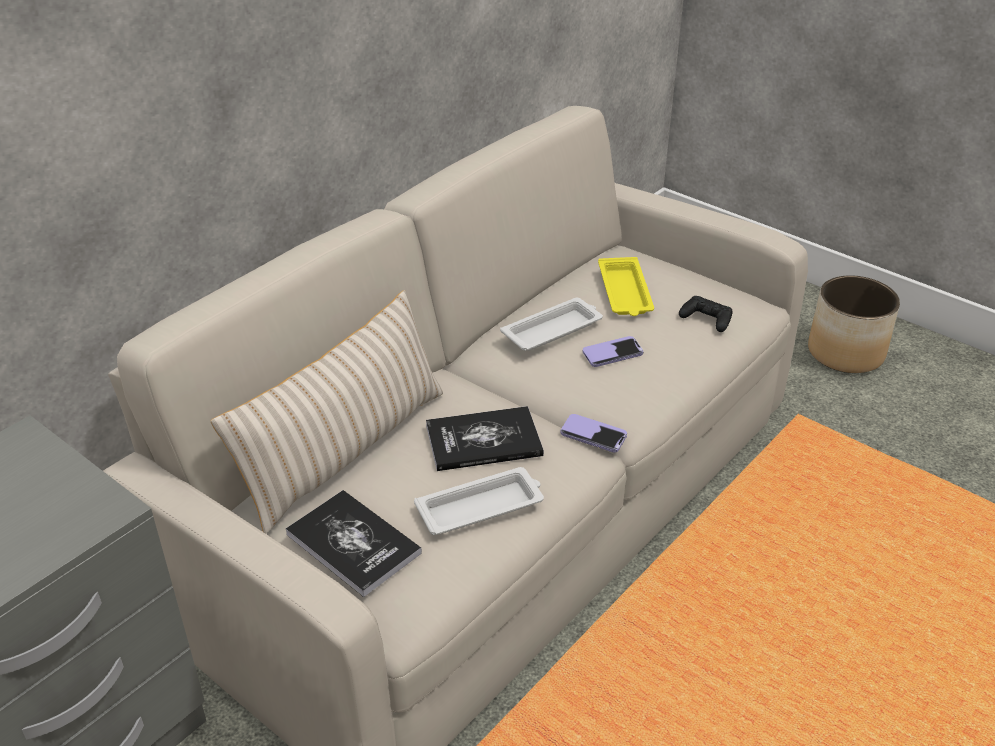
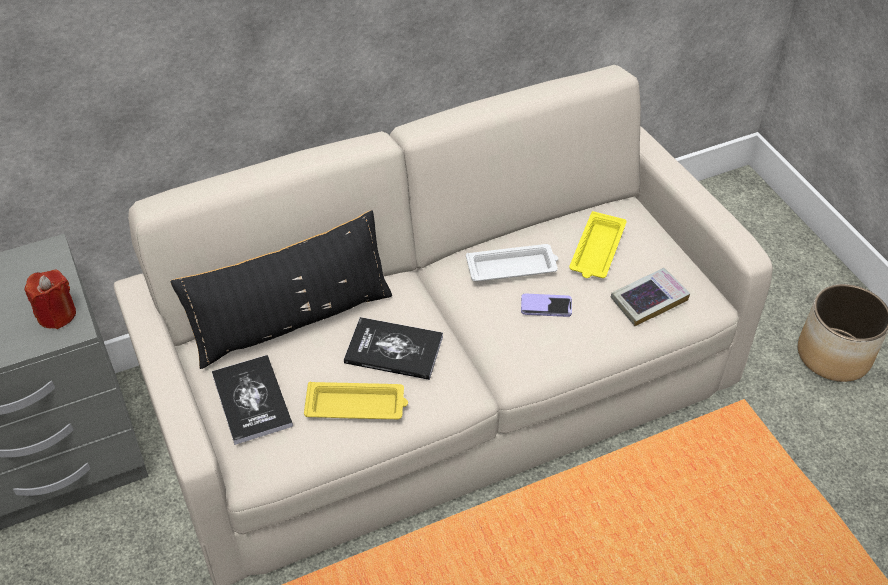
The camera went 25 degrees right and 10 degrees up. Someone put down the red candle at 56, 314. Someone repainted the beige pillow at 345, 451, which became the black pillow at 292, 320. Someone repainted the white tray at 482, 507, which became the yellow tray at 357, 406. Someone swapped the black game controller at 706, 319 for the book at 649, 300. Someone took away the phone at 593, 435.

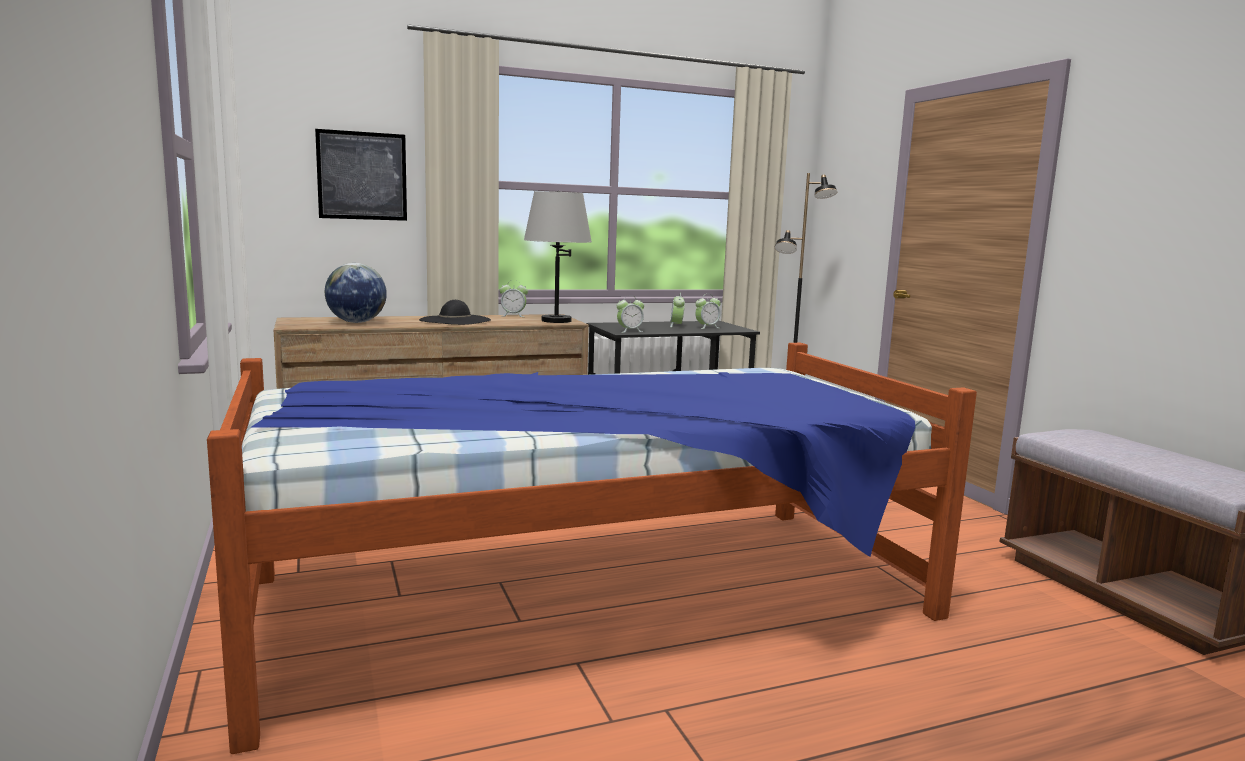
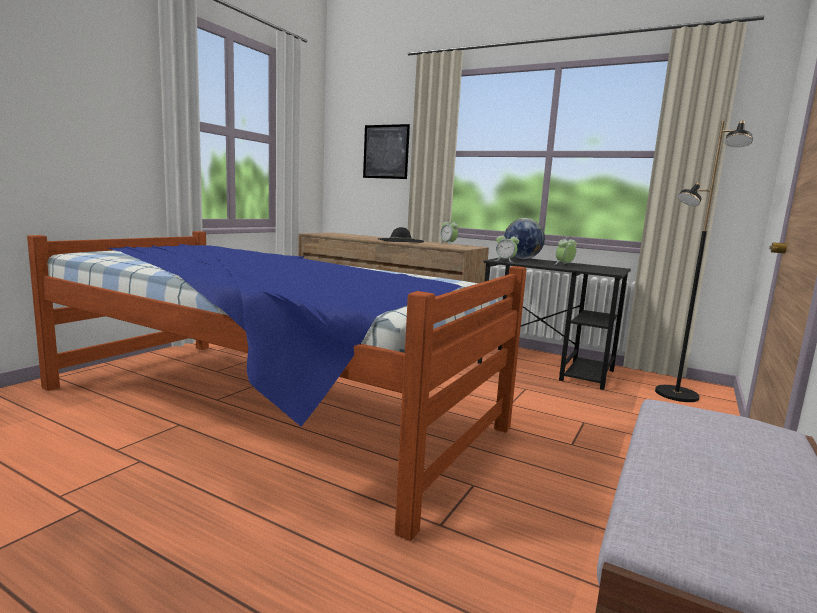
The camera went 50 degrees right and 0 degrees up. Someone carried the globe from 356, 322 to 521, 258. Someone took away the grey table lamp at 556, 321. Someone took away the alarm clock at 707, 327.

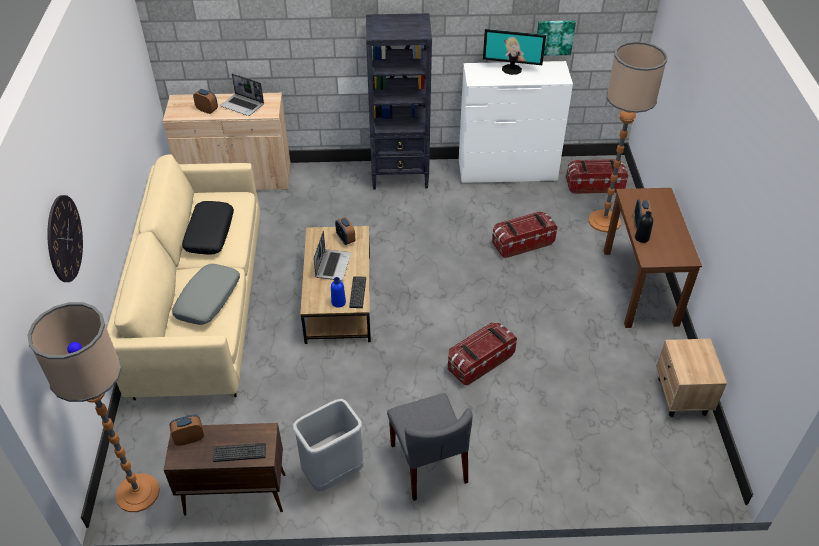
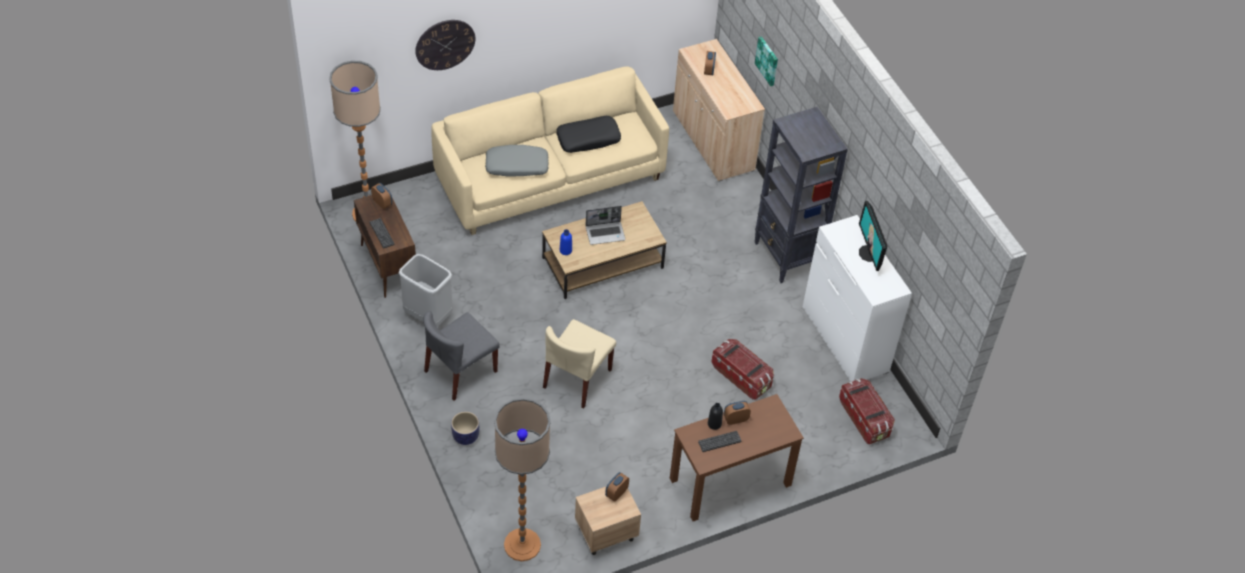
The camera went 65 degrees right and 5 degrees up. Someone put down the planter at 465, 436. Someone carried the floor lamp from 604, 221 to 522, 545. Someone swapped the storage box at 480, 362 for the beige chair at 577, 379. Someone carried the alarm clock from 345, 239 to 616, 493. Someone carried the keyboard from 357, 292 to 719, 441. Someone carried the picture from 554, 37 to 767, 60. Someone took away the laptop at 243, 105.

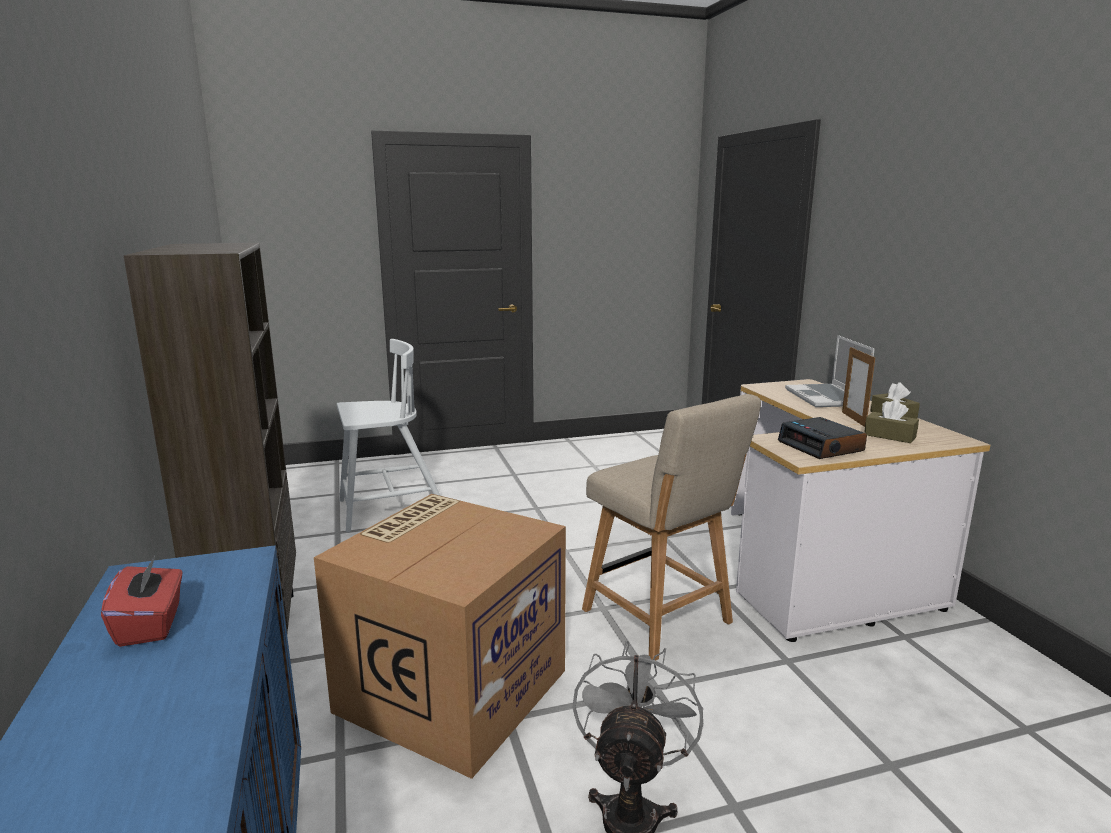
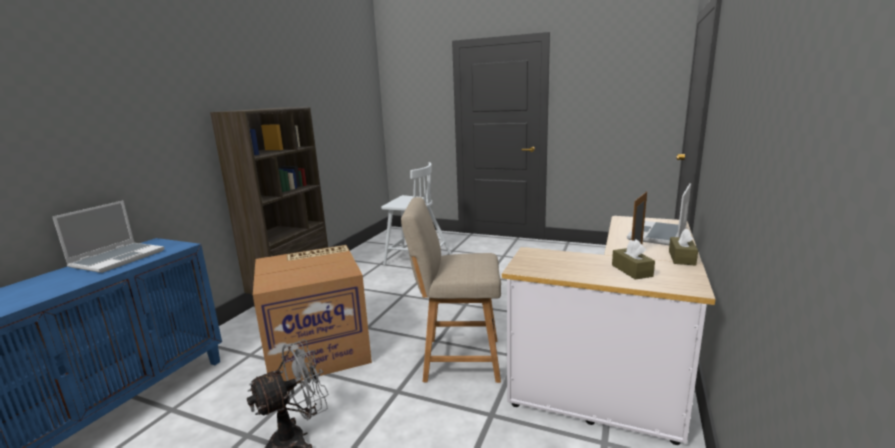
The camera went 40 degrees right and 0 degrees up. Someone swapped the red tissue box at 151, 624 for the laptop at 118, 258. Someone rotated the beige chair at 661, 619 by 90 degrees clockwise. Someone took away the alarm clock at 821, 446.

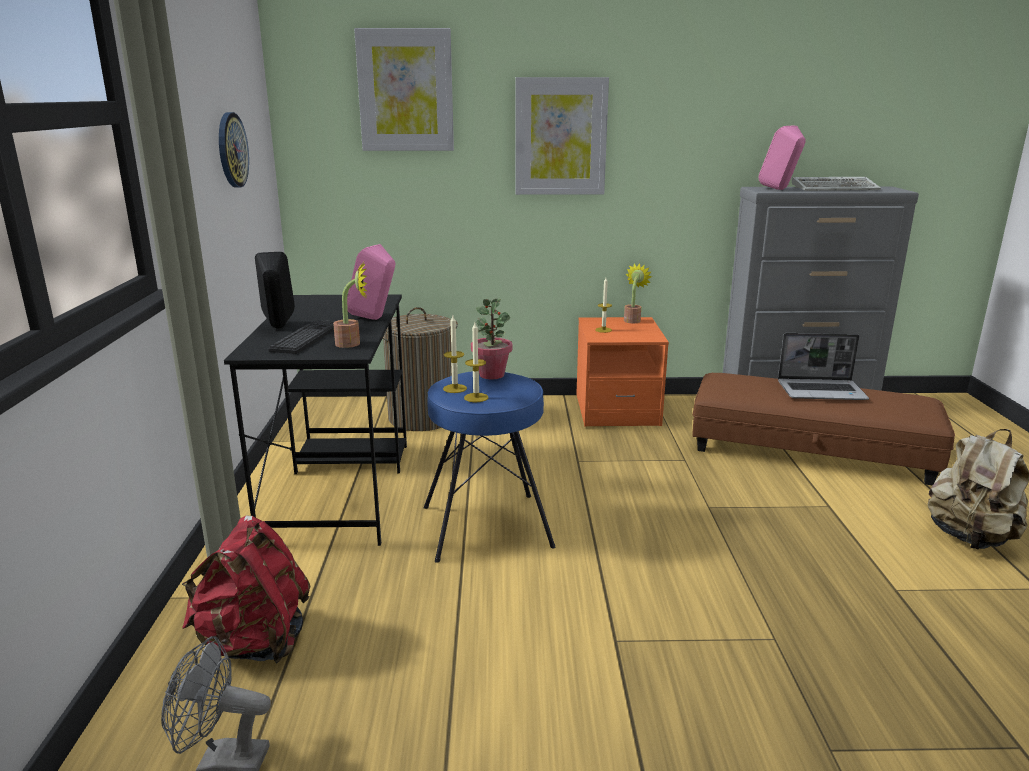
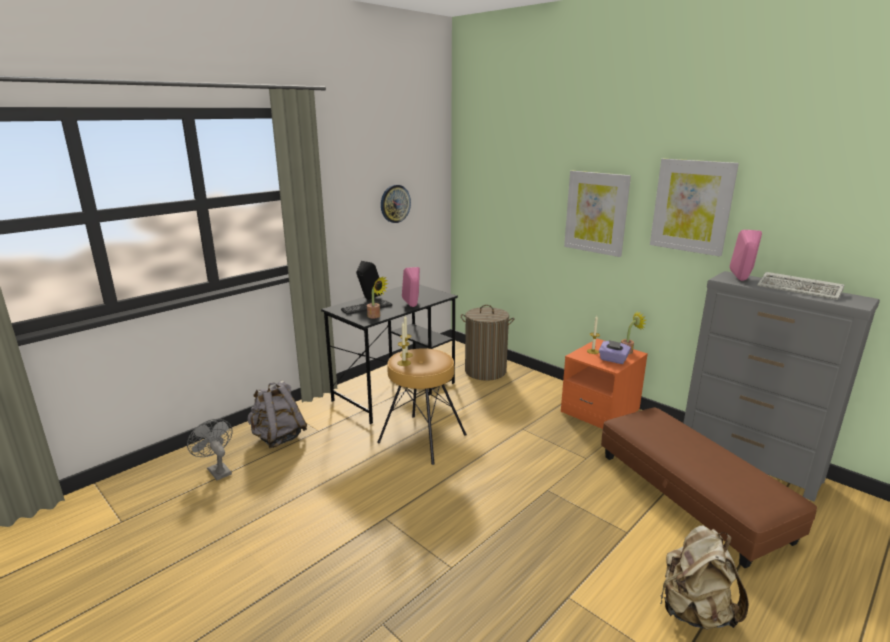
The camera went 45 degrees right and 0 degrees up. Someone repainted the red backpack at 255, 643, which became the grey backpack at 278, 438. Someone repainted the blue stool at 487, 527, which became the brown stool at 422, 439. Someone put down the purple tissue box at 613, 360. Someone carried the picture from 405, 91 to 692, 206. Someone took away the potted plant at 492, 375. Someone took away the laptop at 822, 391.

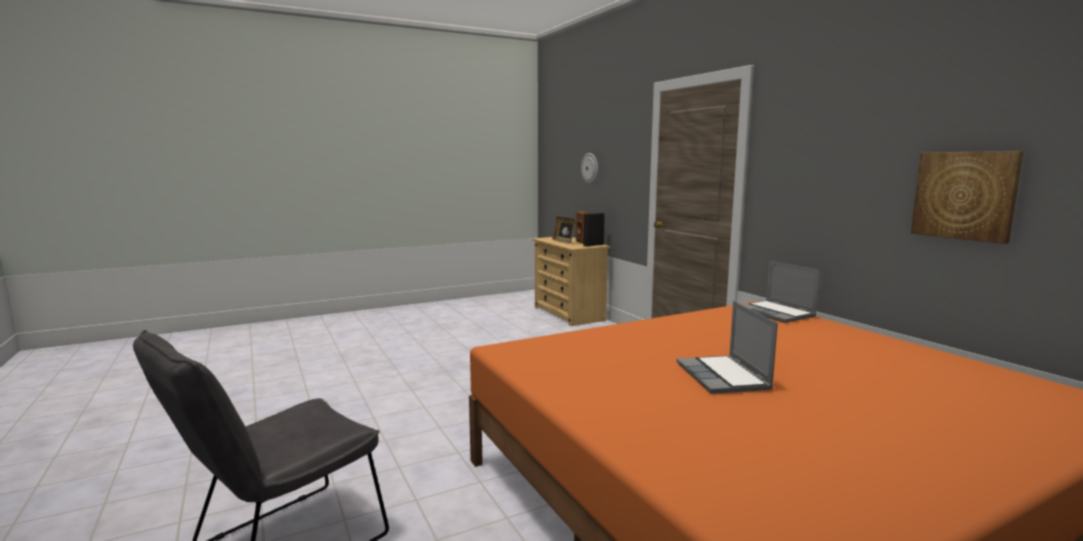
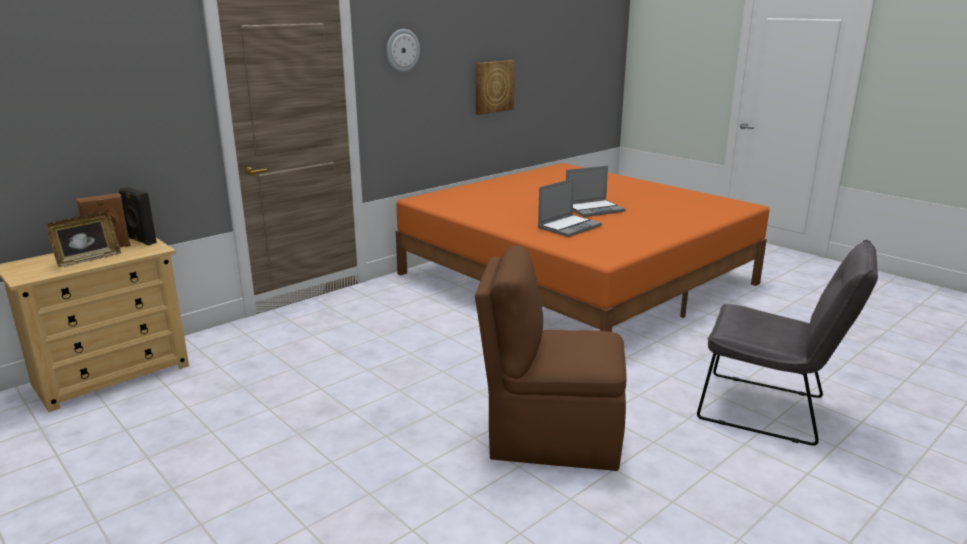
The camera went 105 degrees left and 10 degrees up. Someone carried the wall clock from 590, 168 to 402, 50. Someone put down the brown chair at 551, 437. Someone carried the laptop from 777, 313 to 569, 227.

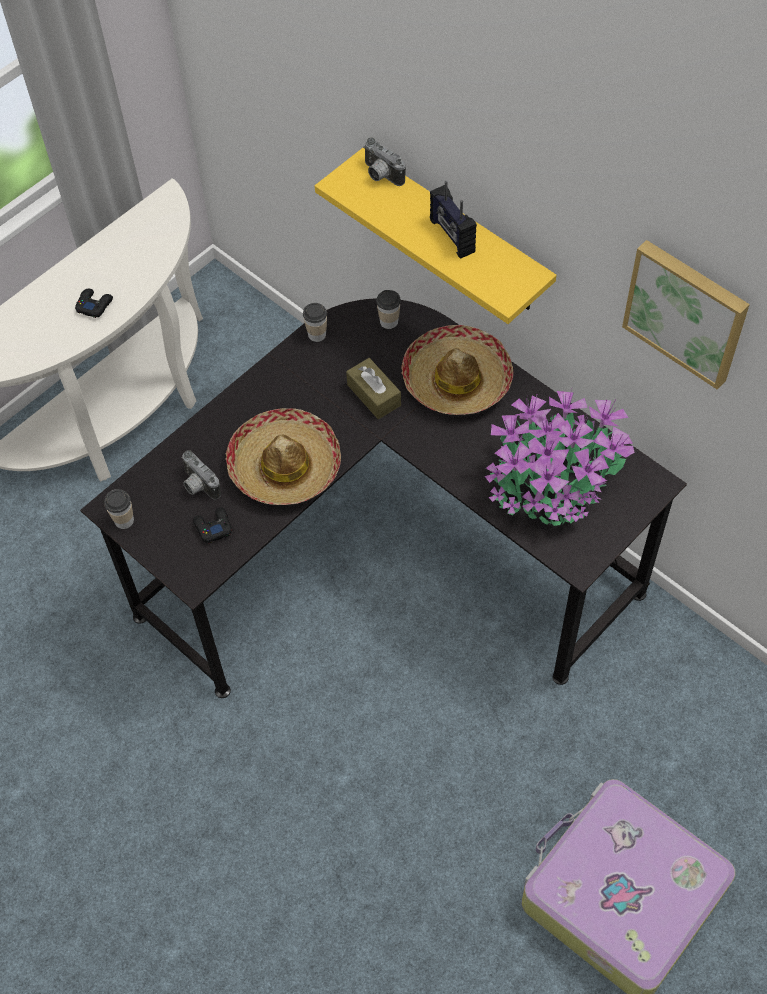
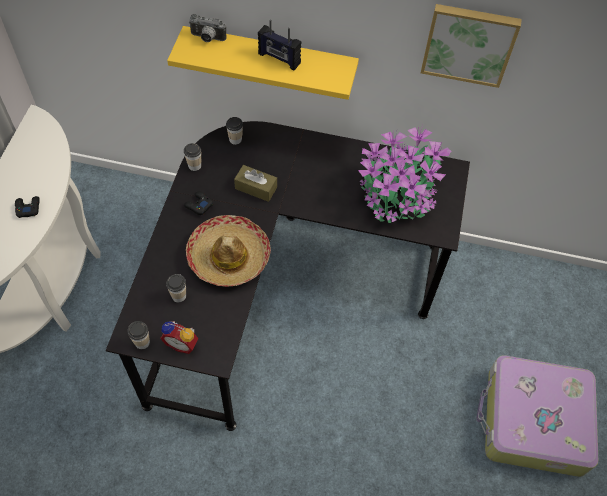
The camera went 35 degrees left and 0 degrees up. Someone put down the alarm clock at 182, 343. Someone swapped the photo camera at 198, 486 for the cup at 179, 296. Someone carried the black game controller from 213, 527 to 198, 205. Someone took away the hat at 456, 380.

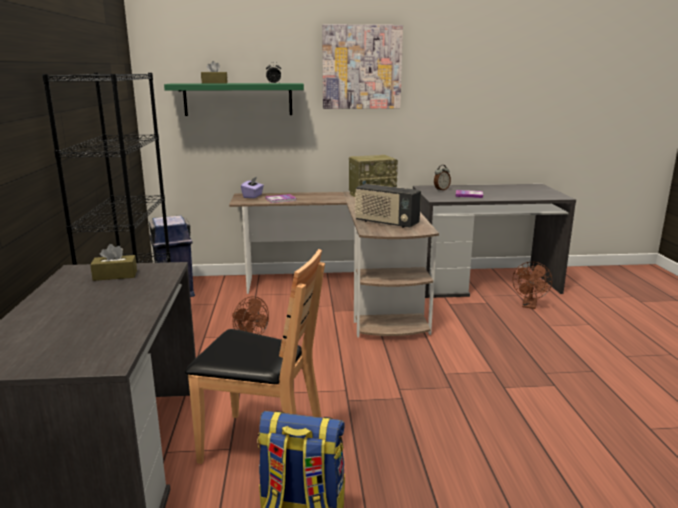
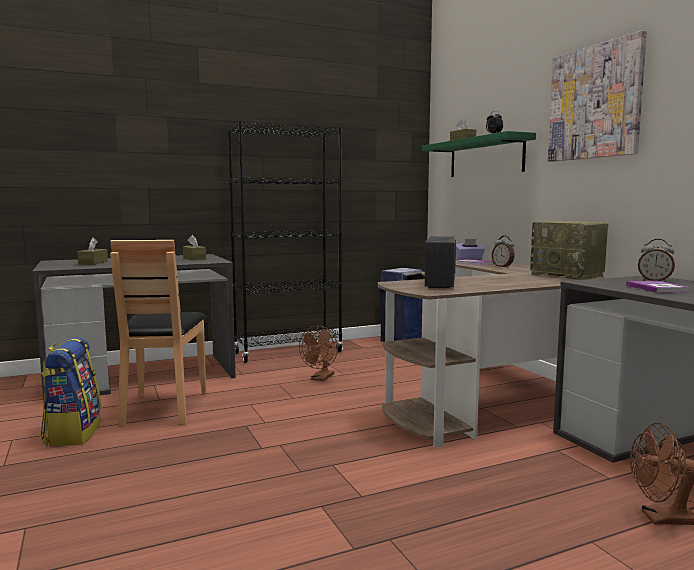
The camera went 70 degrees right and 10 degrees down. Someone put down the brown tissue box at 93, 263. Someone put down the alarm clock at 503, 267.

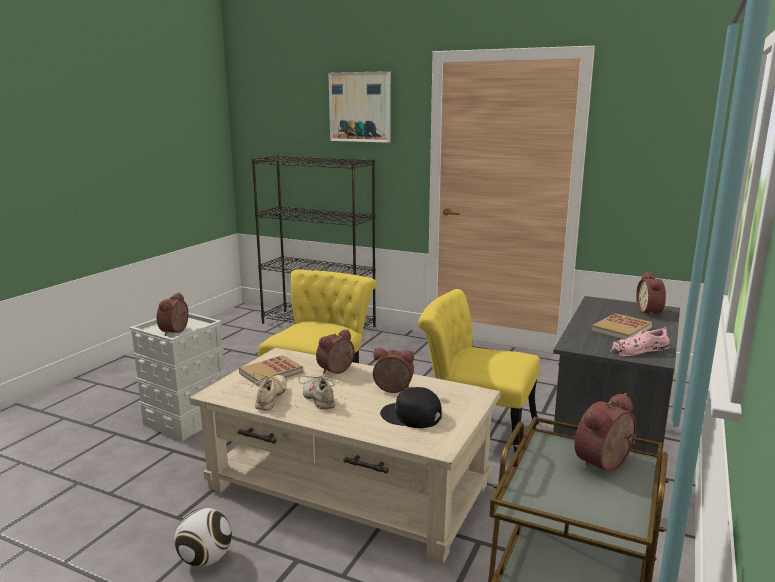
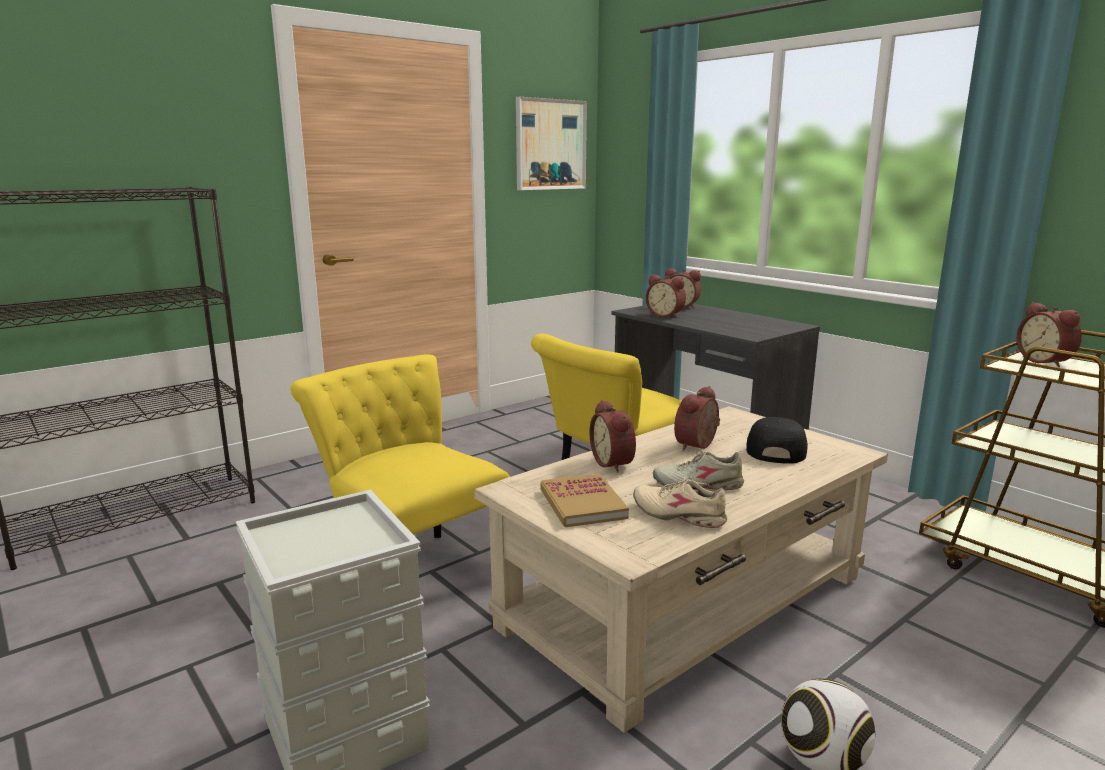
The camera went 65 degrees left and 0 degrees up. Someone carried the picture from 360, 107 to 550, 145. Someone carried the alarm clock from 176, 331 to 666, 315. Someone rotated the black cap at 411, 416 by 150 degrees clockwise. Someone took away the book at 621, 329. Someone took away the pink shoe at 639, 350.

